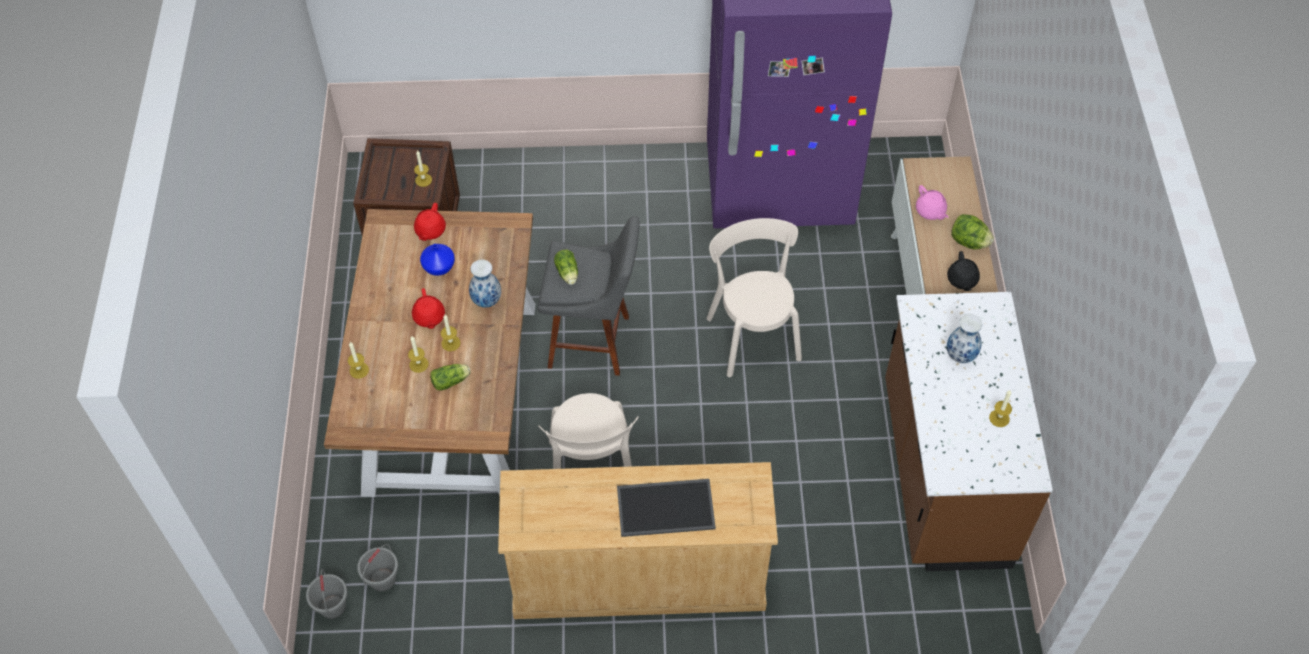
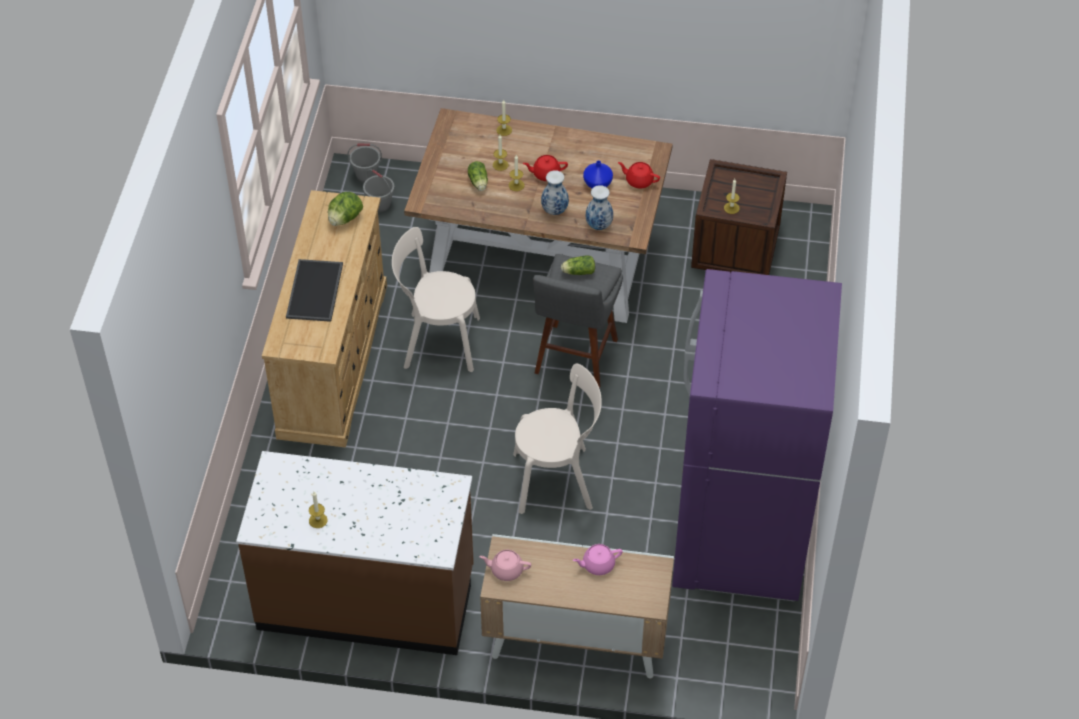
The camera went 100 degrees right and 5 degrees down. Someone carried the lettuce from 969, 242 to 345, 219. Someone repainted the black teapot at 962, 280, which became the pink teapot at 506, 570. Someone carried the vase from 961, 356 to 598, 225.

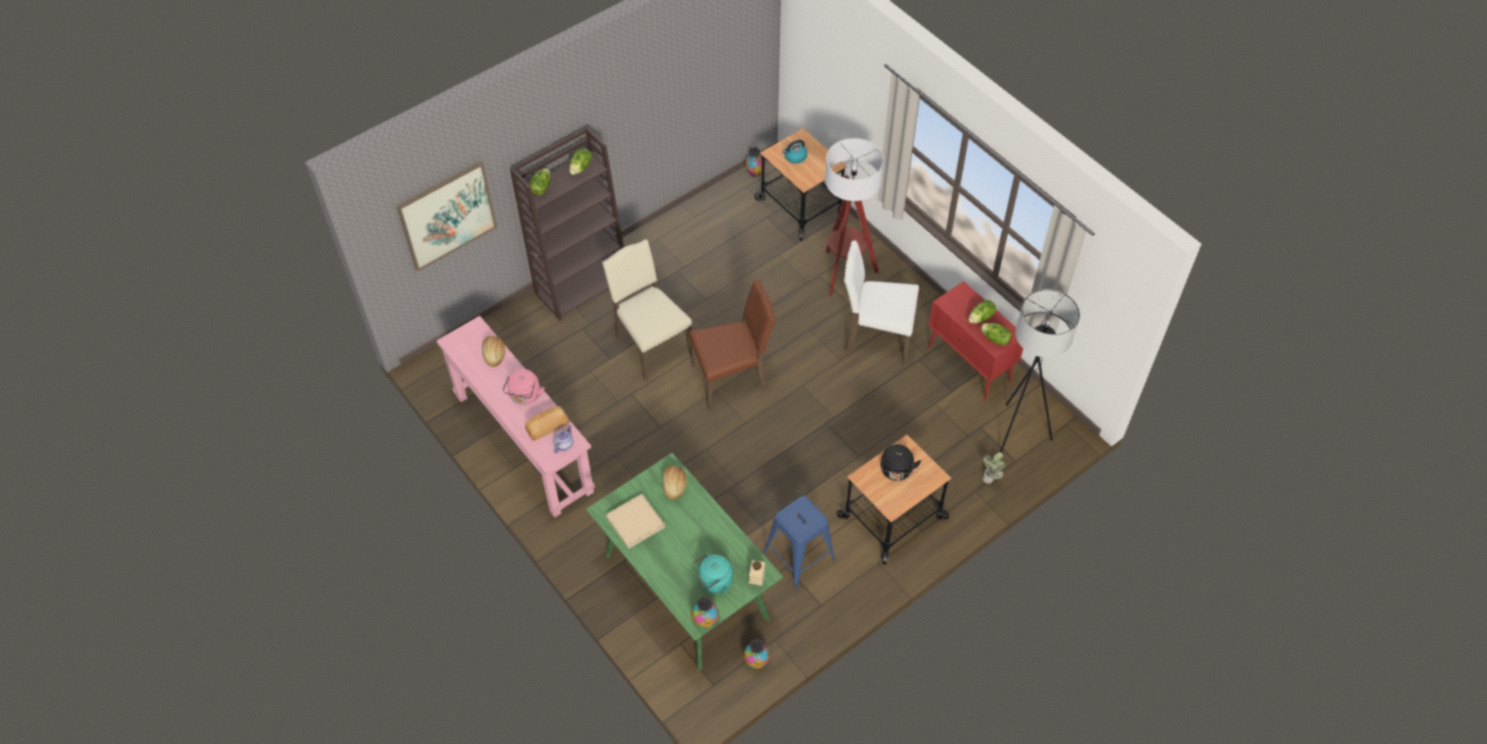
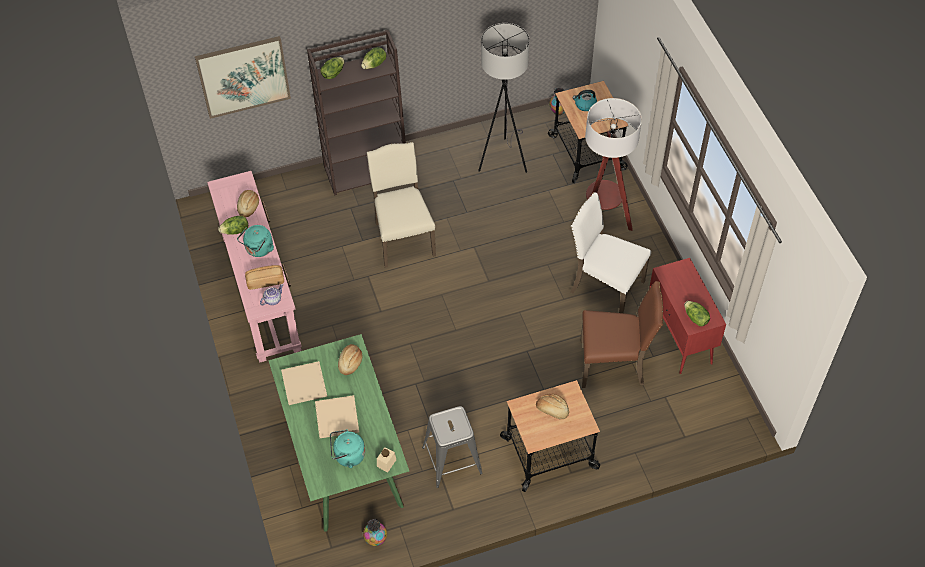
The camera went 20 degrees right and 0 degrees up. Someone carried the lettuce from 981, 318 to 235, 231. Someone repainted the pink kettle at 525, 396, which became the turquoise kettle at 258, 250. Someone put down the beige tray at 337, 418. Someone repainted the blue stool at 798, 556, which became the grey stool at 451, 460. Someone carried the grey floor lamp from 1016, 429 to 503, 157. Someone swapped the black kettle at 896, 471 for the bread at 552, 410. Someone carried the brown chair from 732, 378 to 613, 364. Someone took away the vase at 705, 621. Someone took away the potted plant at 990, 477.

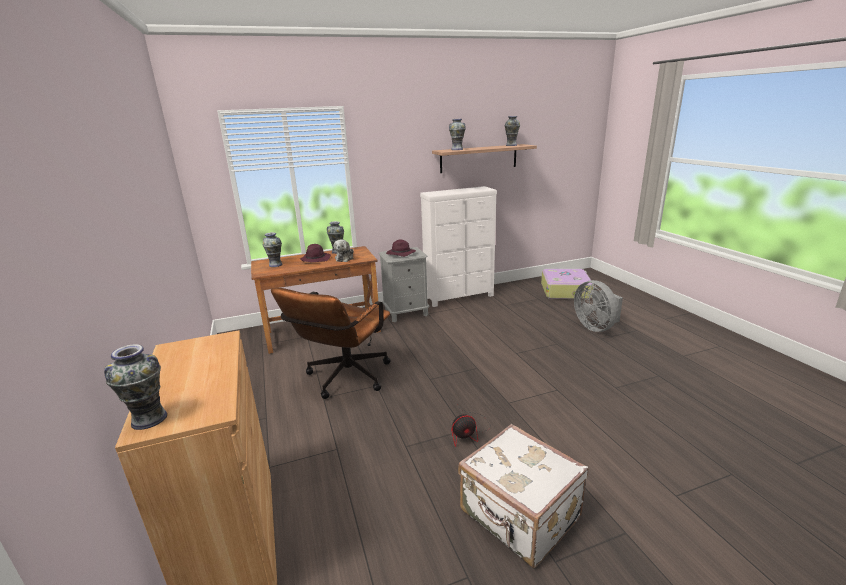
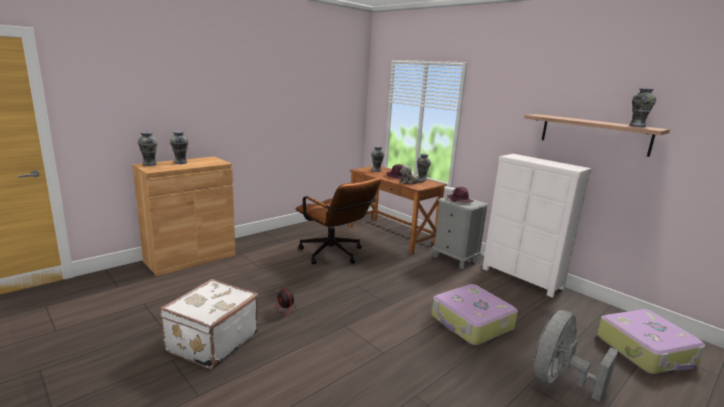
The camera went 65 degrees right and 5 degrees down. Someone carried the vase from 457, 149 to 181, 162. Someone rotated the brown office chair at 344, 379 by 135 degrees counterclockwise. Someone put down the suitcase at 471, 323.

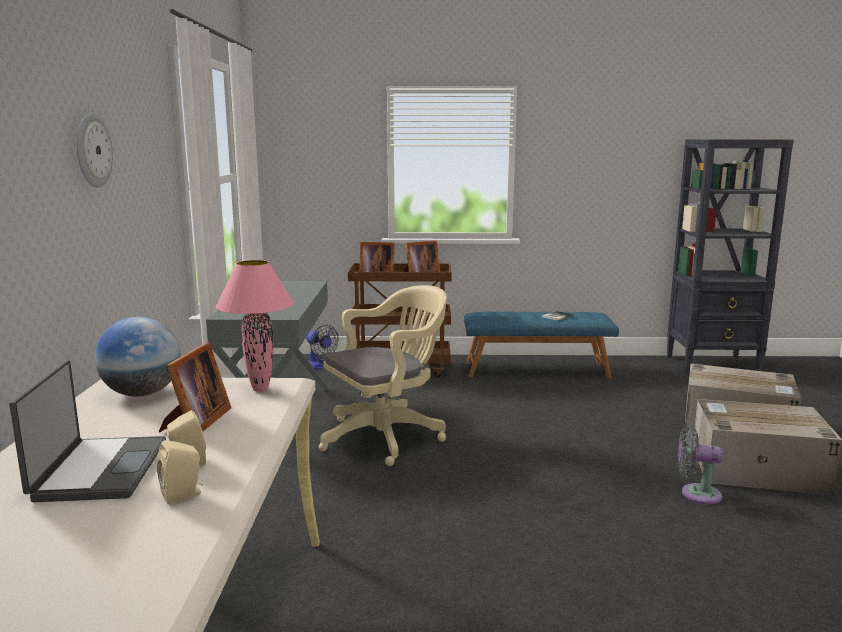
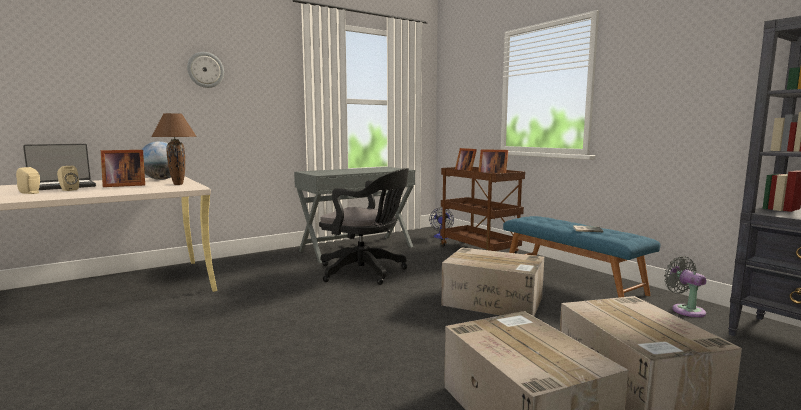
The camera went 55 degrees right and 5 degrees down. Someone repainted the pink table lamp at 260, 389, which became the brown table lamp at 177, 184. Someone repainted the beige office chair at 387, 436, which became the black office chair at 366, 272. Someone put down the cardboard box at 494, 301. Someone carried the grey fan from 696, 494 to 685, 310.

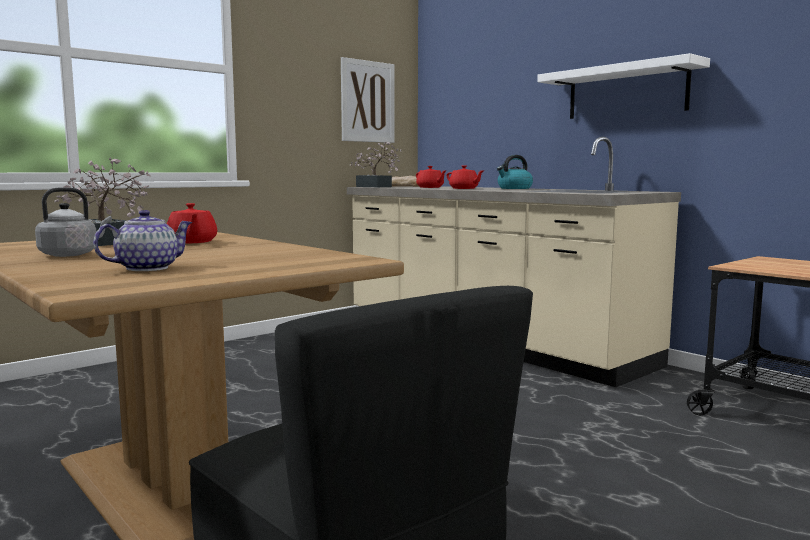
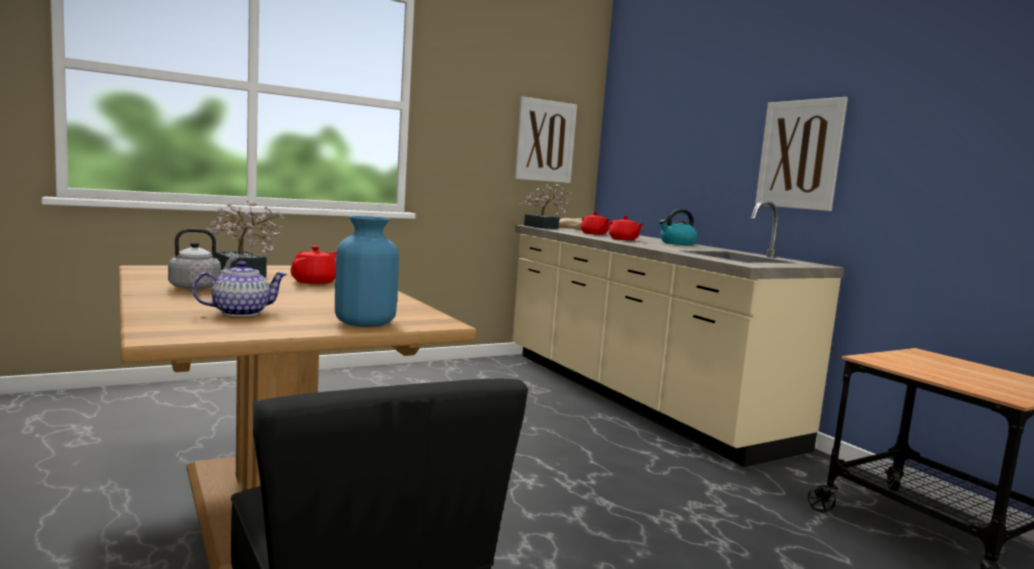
The camera went 10 degrees right and 0 degrees up. Someone rotated the red teapot at 192, 242 by 150 degrees counterclockwise. Someone put down the blue vase at 365, 323. Someone swapped the white shelf at 626, 92 for the picture at 799, 154.

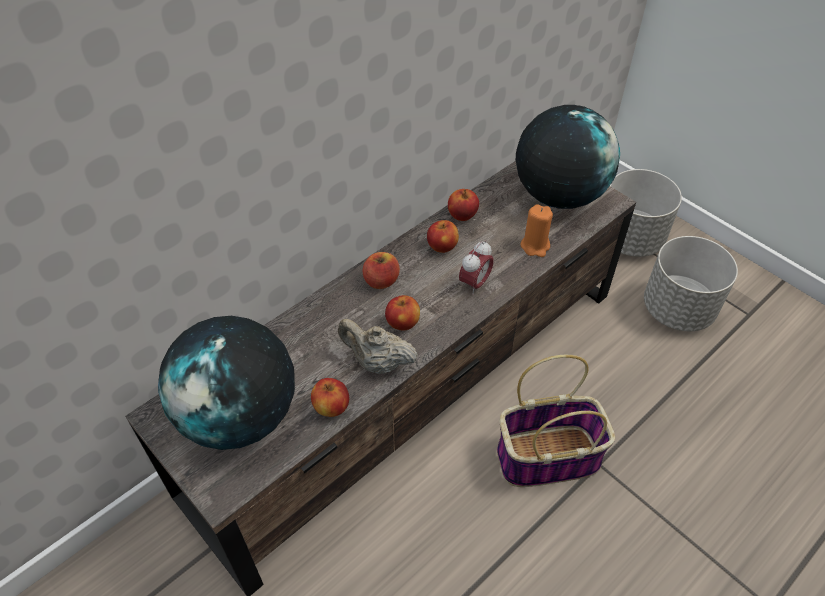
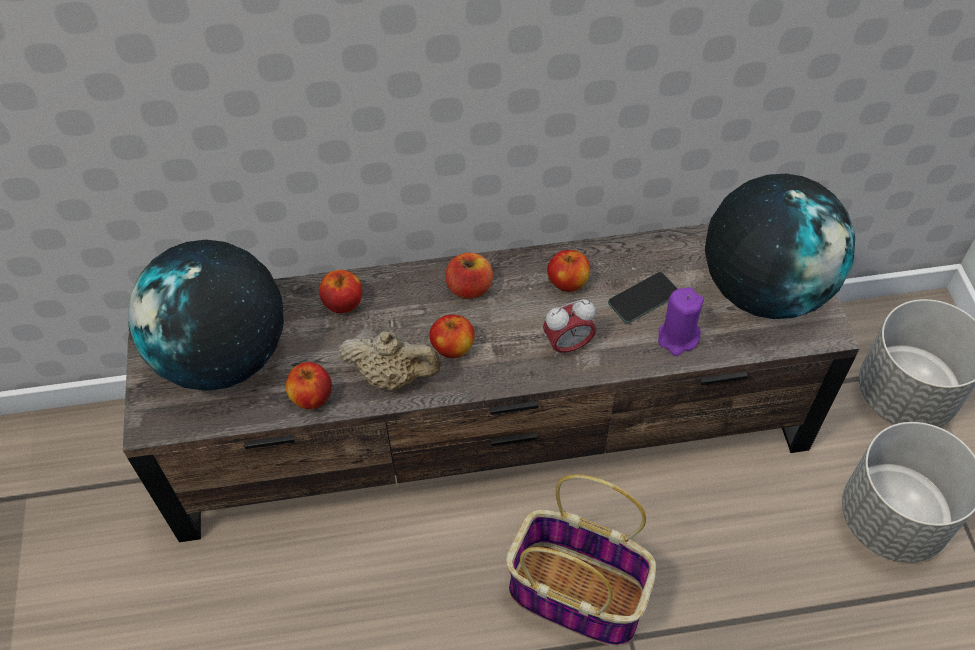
The camera went 35 degrees right and 5 degrees up. Someone carried the apple from 462, 215 to 343, 303. Someone rotated the beige teapot at 377, 362 by 135 degrees clockwise. Someone put down the phone at 643, 298. Someone repainted the orange candle at 535, 246, which became the purple candle at 677, 338.

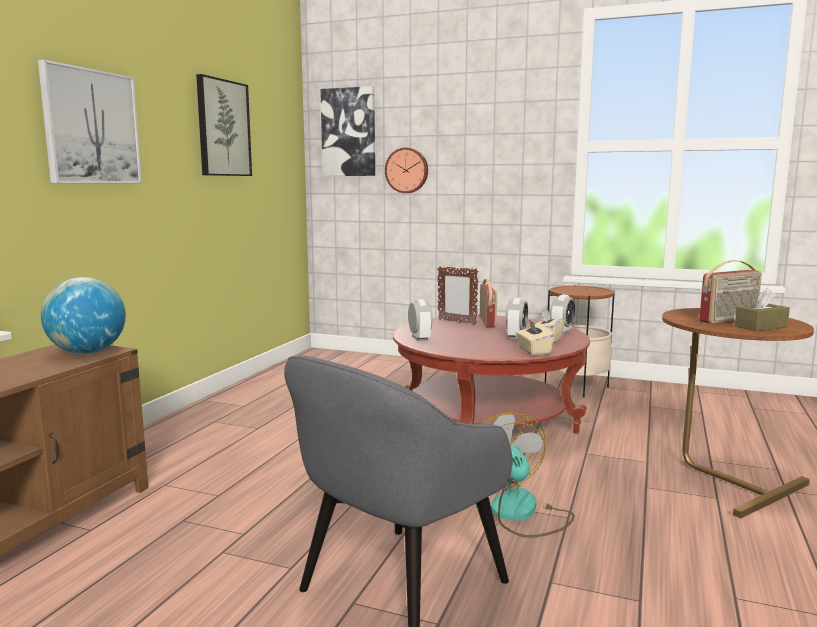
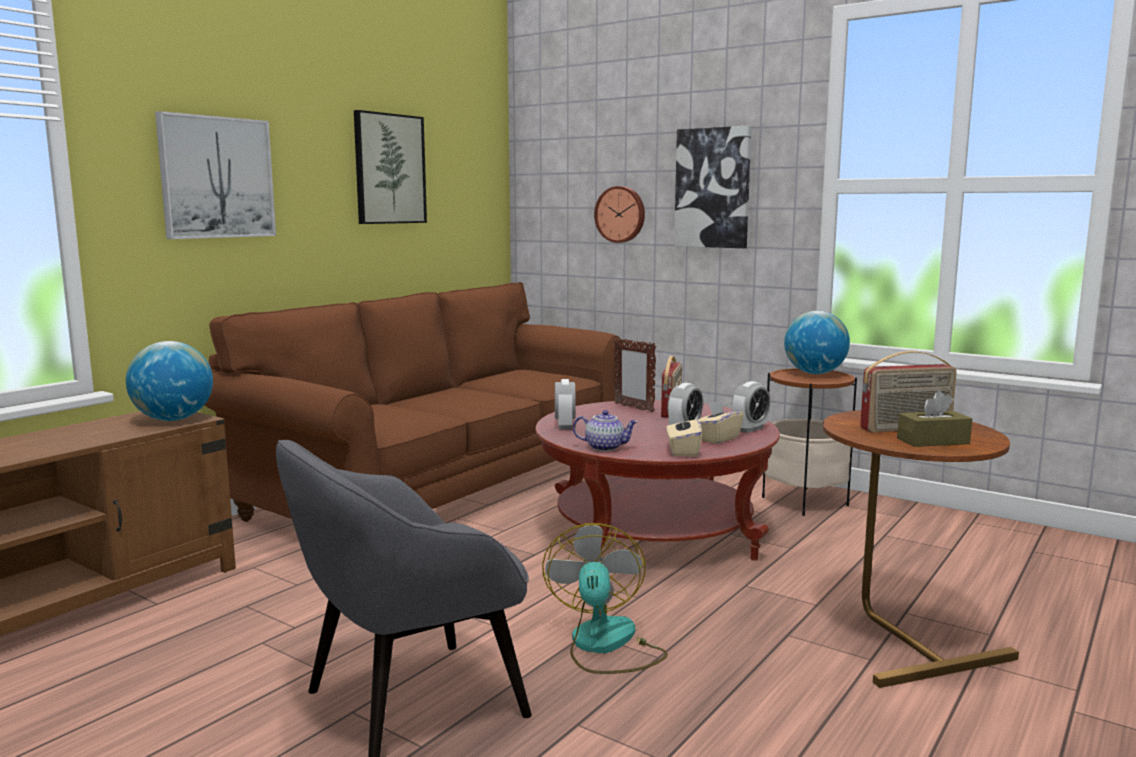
The camera went 15 degrees right and 0 degrees up. Someone put down the brown sofa at 443, 486. Someone put down the teapot at 605, 447. Someone carried the picture from 349, 132 to 713, 188. Someone put down the globe at 814, 373.

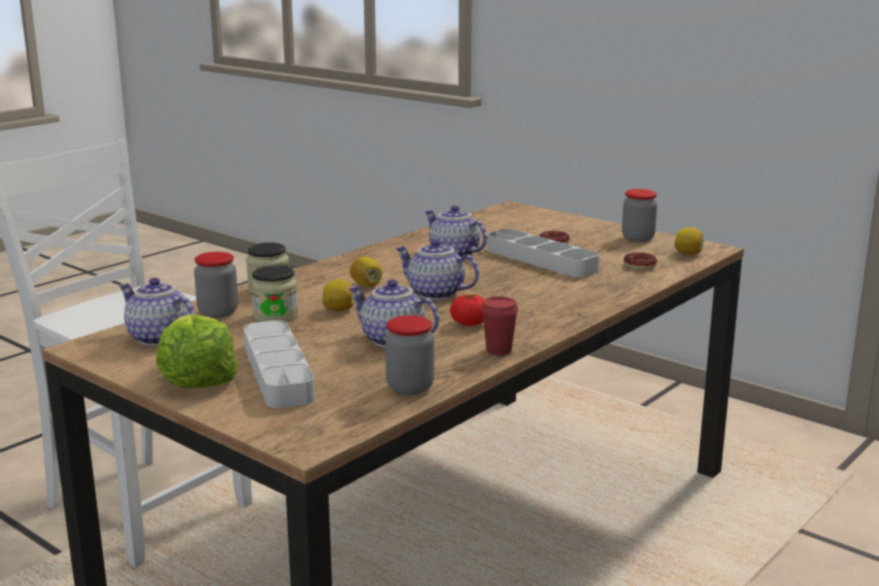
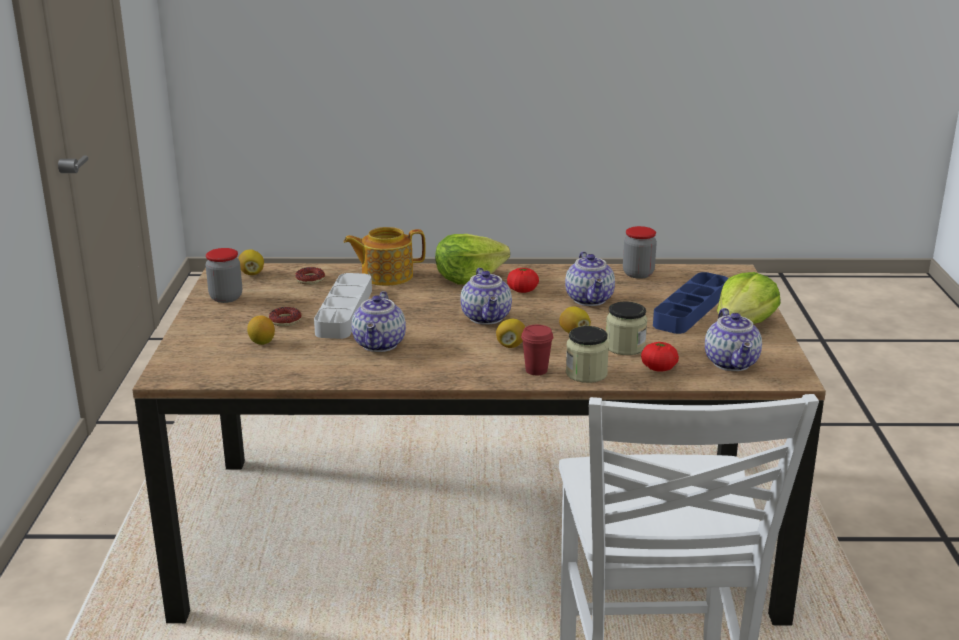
The camera went 130 degrees left and 5 degrees up. Someone put down the lemon at 262, 342. Someone put down the teapot at 386, 276. Someone put down the lettuce at 468, 277. Someone carried the red cup from 498, 350 to 536, 370. Someone swapped the jar at 218, 312 for the tomato at 659, 368. Someone repainted the grey tray at 277, 371, which became the blue tray at 691, 309.

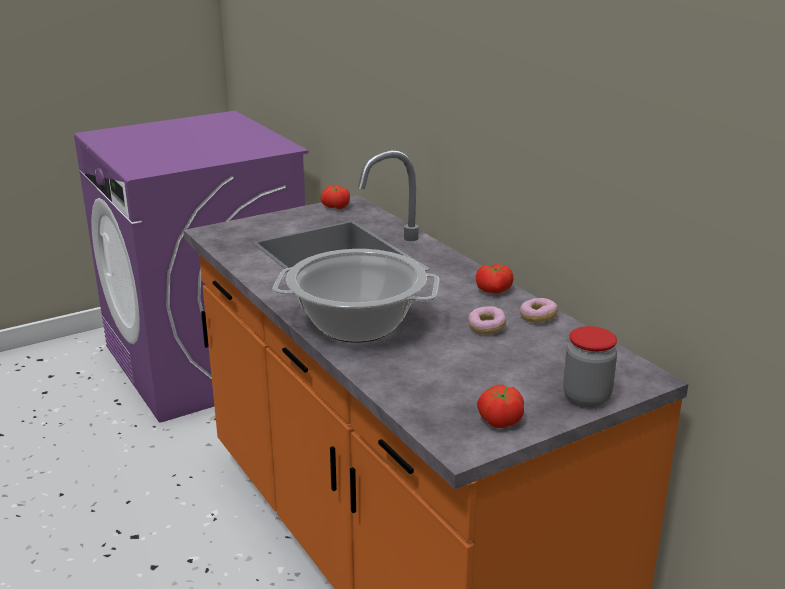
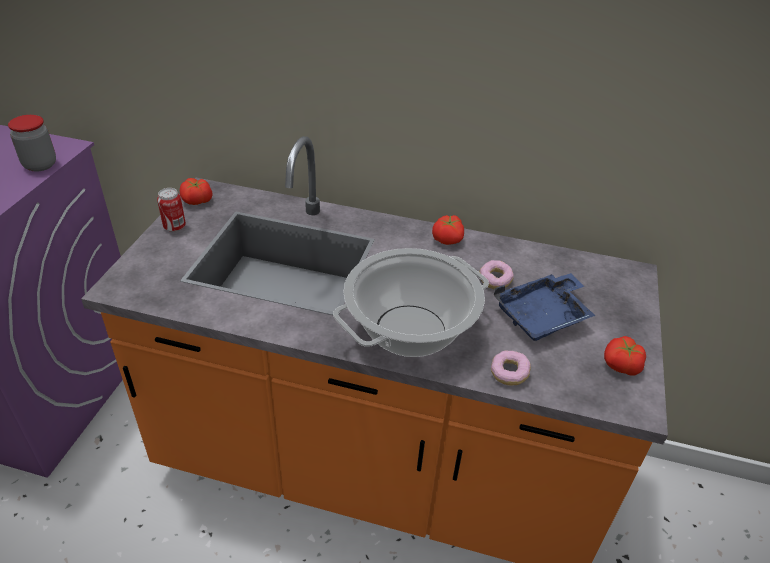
The camera went 45 degrees left and 15 degrees up. Someone carried the jar from 586, 397 to 40, 165. Someone put down the can at 174, 227. Someone carried the donut from 538, 318 to 509, 374. Someone put down the blue tray at 543, 316.

